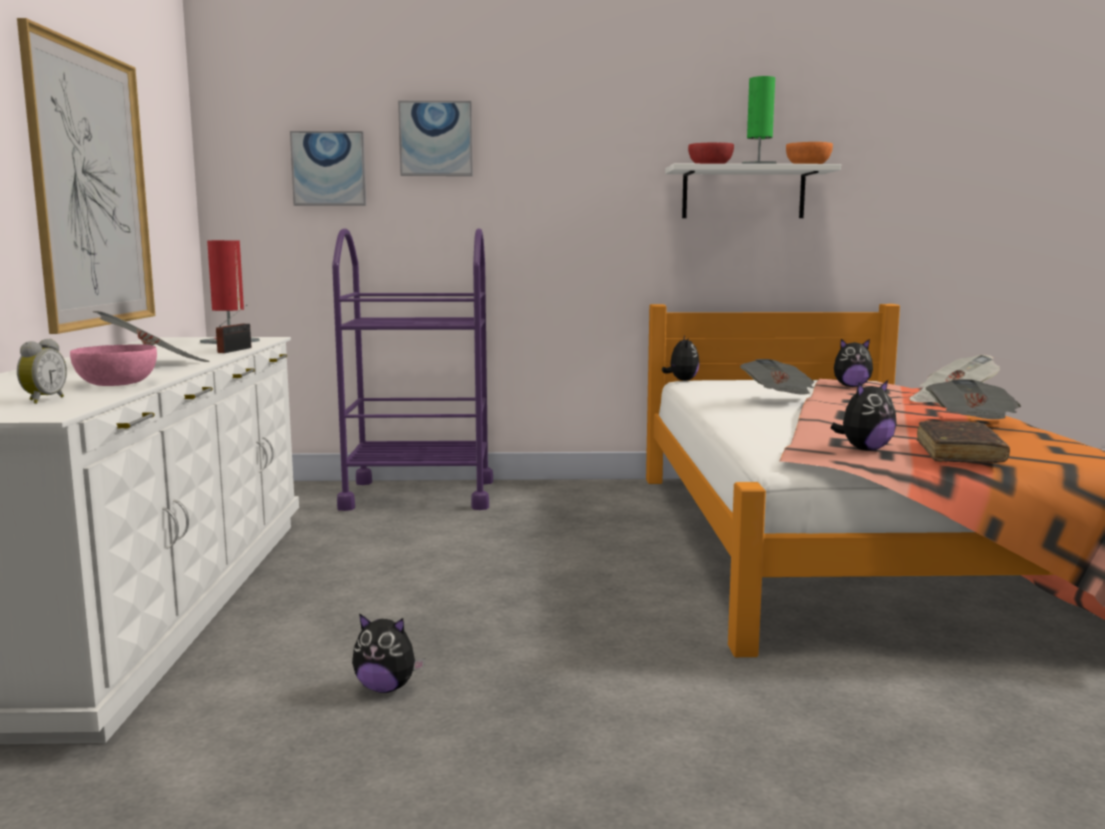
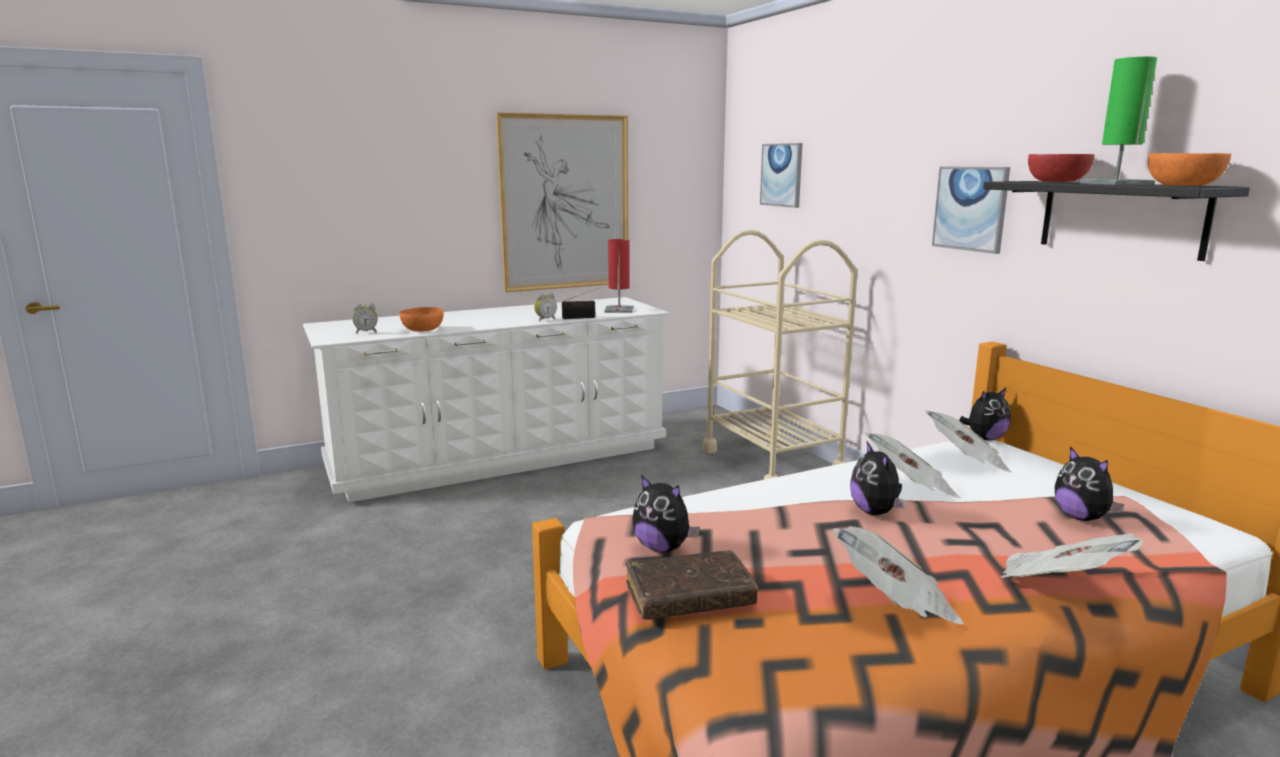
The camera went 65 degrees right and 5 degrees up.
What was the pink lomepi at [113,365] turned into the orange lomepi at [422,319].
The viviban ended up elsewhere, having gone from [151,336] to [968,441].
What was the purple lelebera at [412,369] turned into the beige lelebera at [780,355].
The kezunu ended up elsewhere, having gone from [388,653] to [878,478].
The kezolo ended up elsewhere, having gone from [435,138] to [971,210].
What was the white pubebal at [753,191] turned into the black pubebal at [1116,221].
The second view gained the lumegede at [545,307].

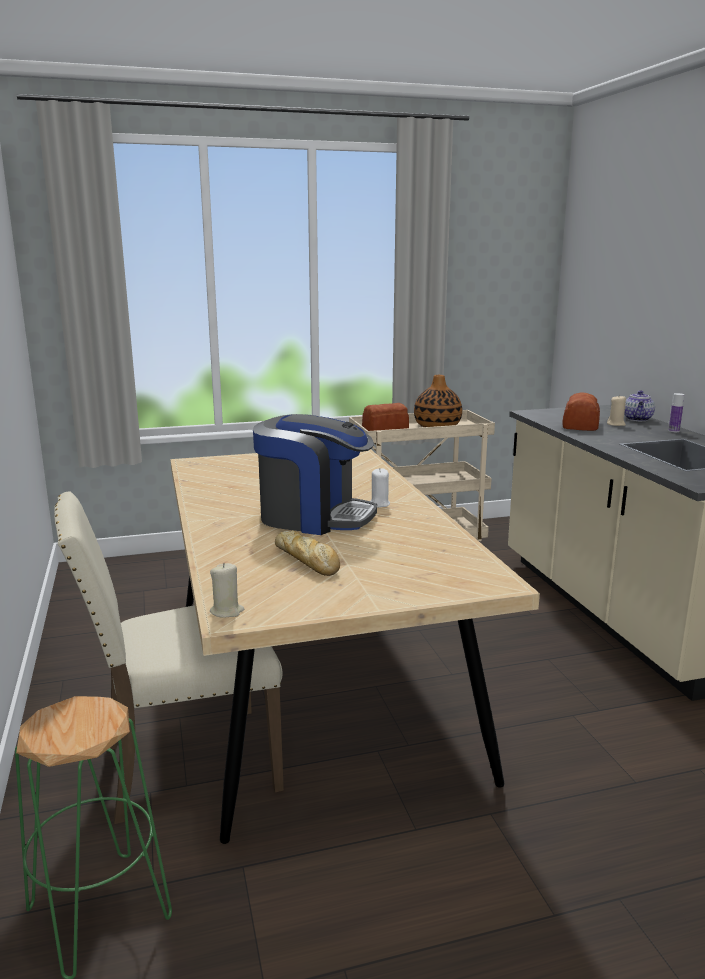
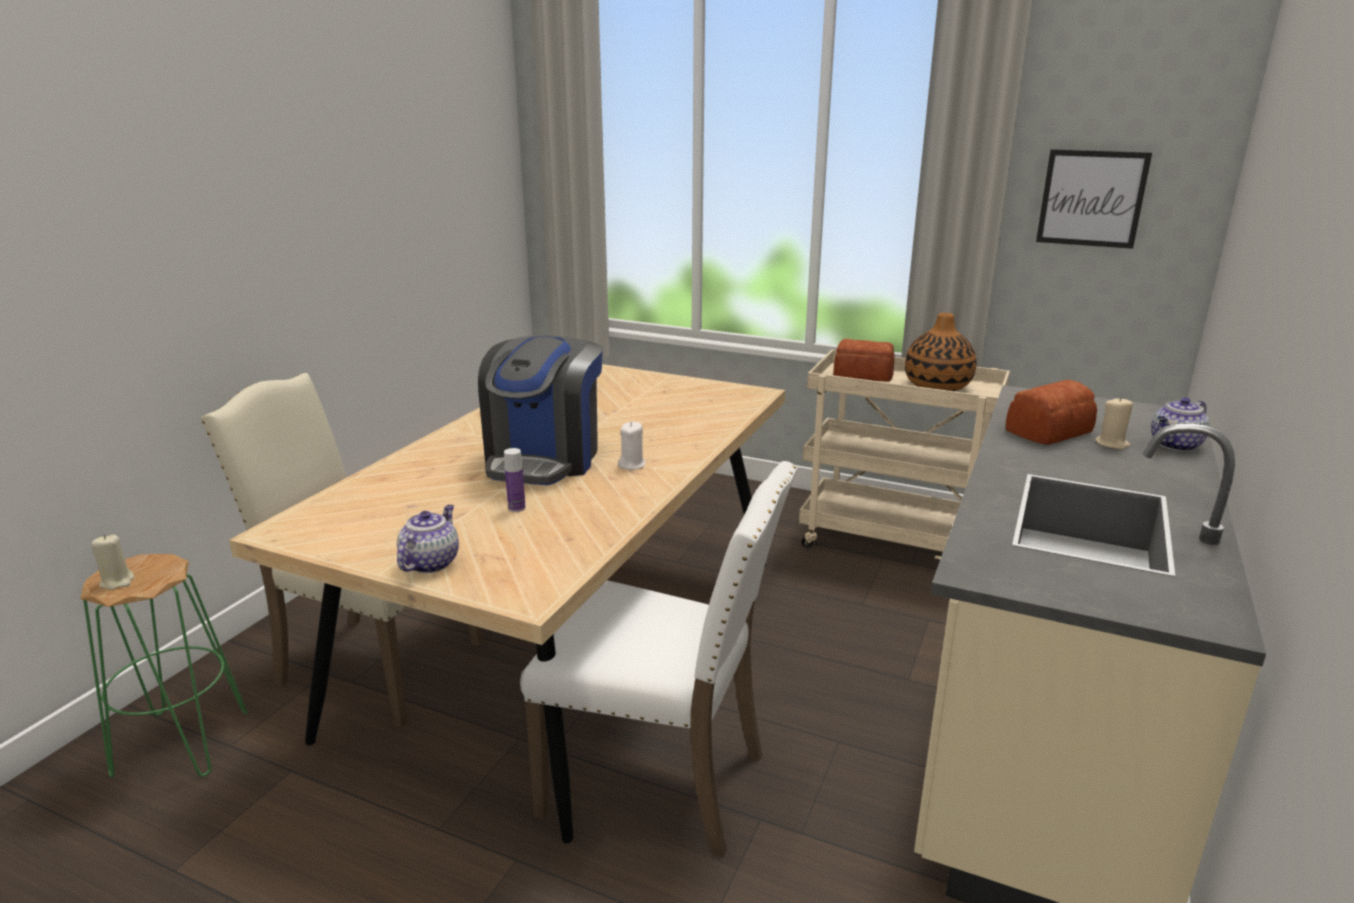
The camera went 40 degrees right and 5 degrees up.
The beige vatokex ended up elsewhere, having gone from [227,590] to [113,562].
The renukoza at [315,474] ended up facing another way, 45 degrees clockwise from before.
The second view lost the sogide at [307,553].
The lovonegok ended up elsewhere, having gone from [677,412] to [515,480].
The second view gained the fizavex at [428,539].
The second view gained the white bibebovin at [659,659].
The second view gained the kezolo at [1094,199].

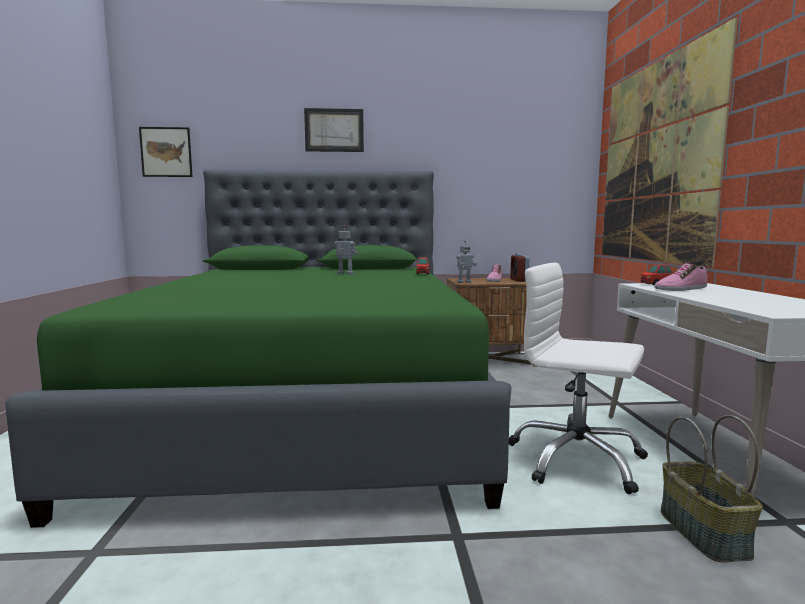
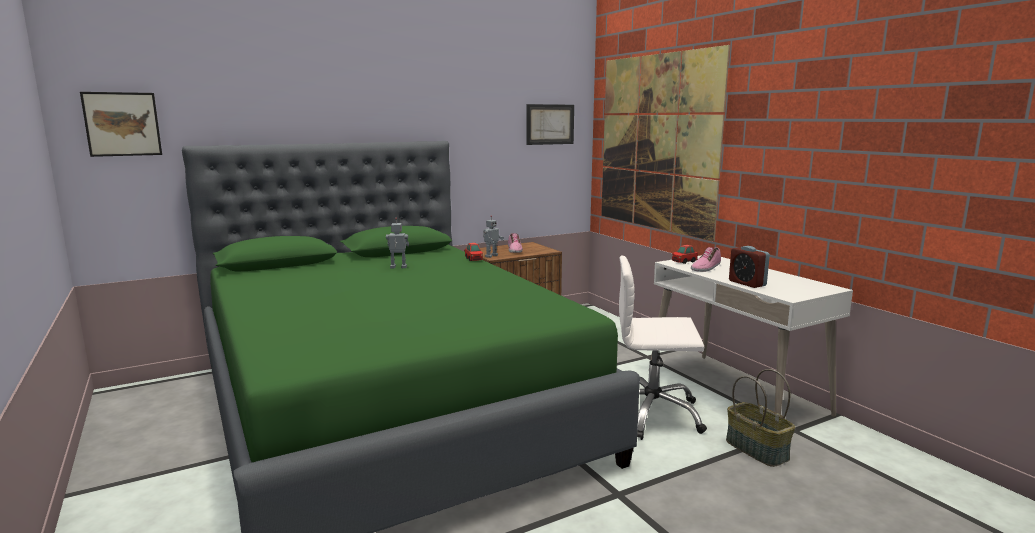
The camera went 25 degrees left and 5 degrees up.
The kezolo ended up elsewhere, having gone from [334,130] to [550,124].
The lumegede ended up elsewhere, having gone from [519,267] to [749,267].

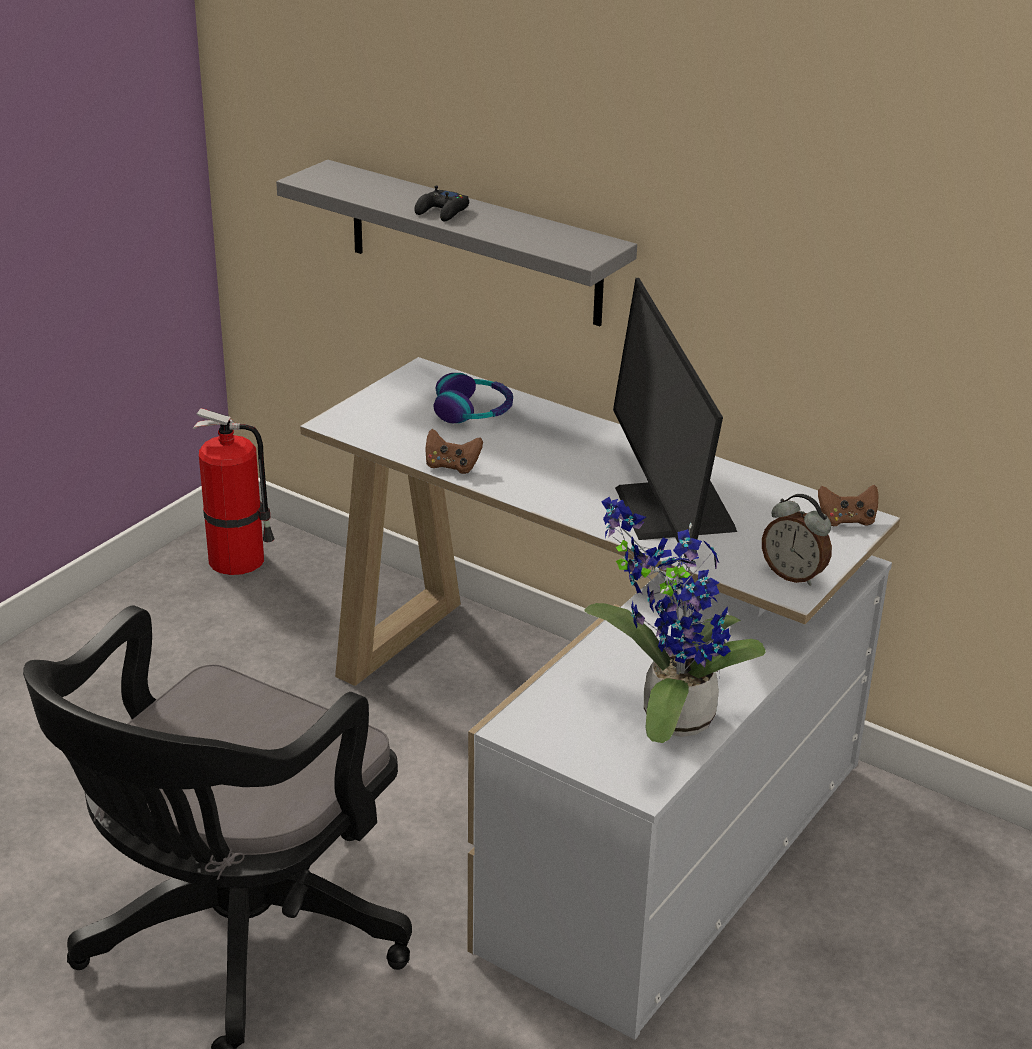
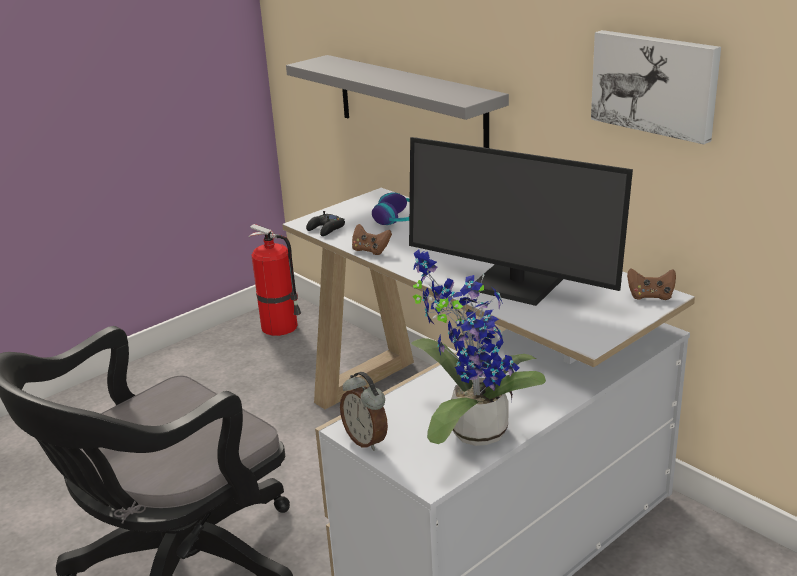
The camera went 15 degrees right and 5 degrees down.
The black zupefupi ended up elsewhere, having gone from [441,203] to [325,223].
The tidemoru at [675,419] ended up facing another way, 60 degrees counterclockwise from before.
The lumegede ended up elsewhere, having gone from [797,540] to [364,411].
The second view gained the kezolo at [656,87].

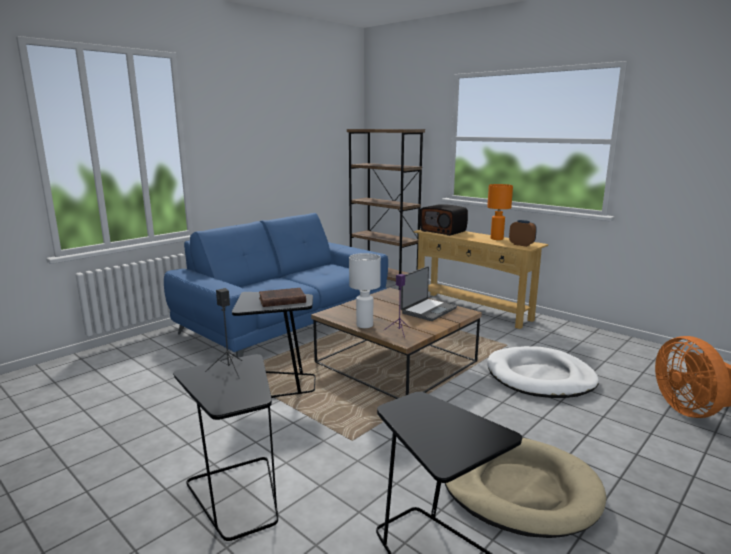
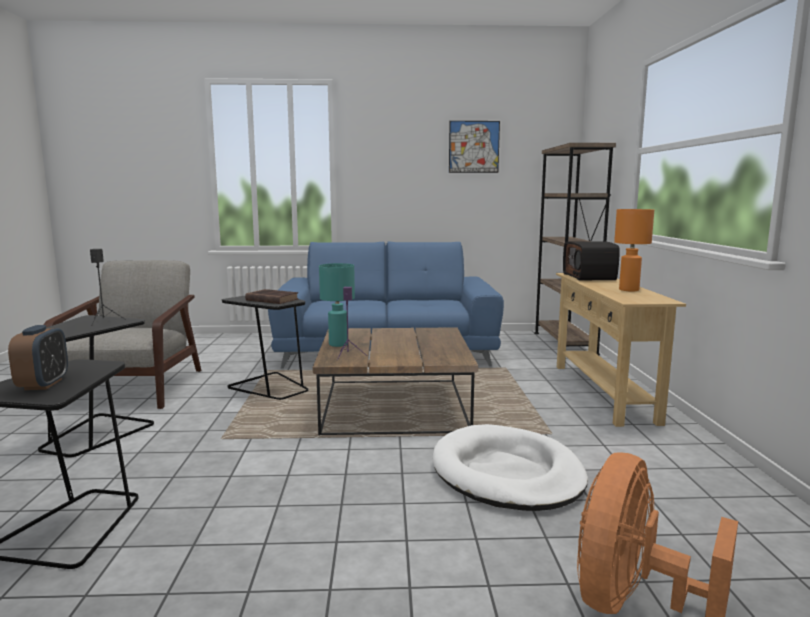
The camera went 45 degrees right and 5 degrees down.
What was the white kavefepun at [365,290] turned into the turquoise kavefepun at [337,305].
The second view lost the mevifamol at [429,293].
The second view lost the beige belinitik at [526,488].
The lumegede ended up elsewhere, having gone from [523,233] to [38,357].
The second view gained the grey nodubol at [122,334].
The second view gained the kezolo at [474,147].

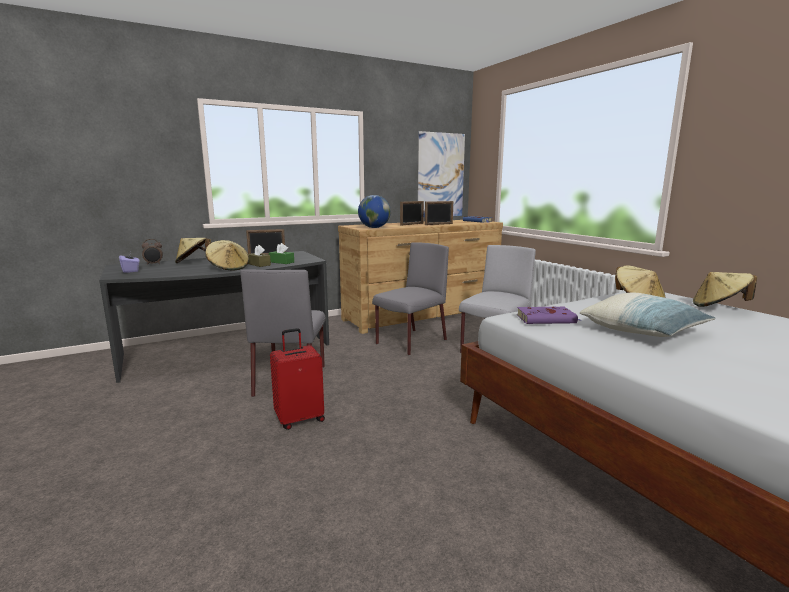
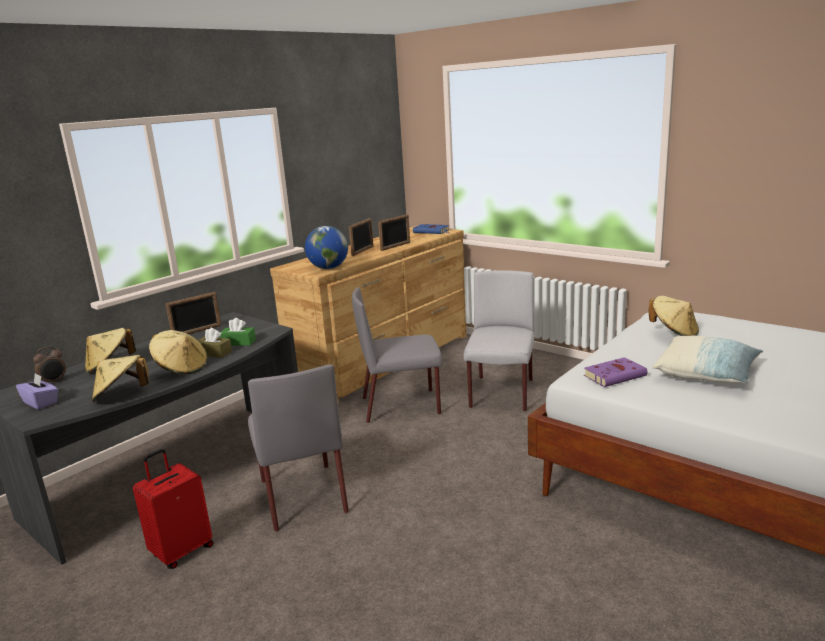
The camera went 20 degrees left and 5 degrees up.
The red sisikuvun ended up elsewhere, having gone from [297,379] to [173,509].
The grey bibebovin at [410,298] ended up facing another way, 120 degrees counterclockwise from before.
The second view lost the kezolo at [441,174].
The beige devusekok ended up elsewhere, having gone from [725,289] to [120,378].

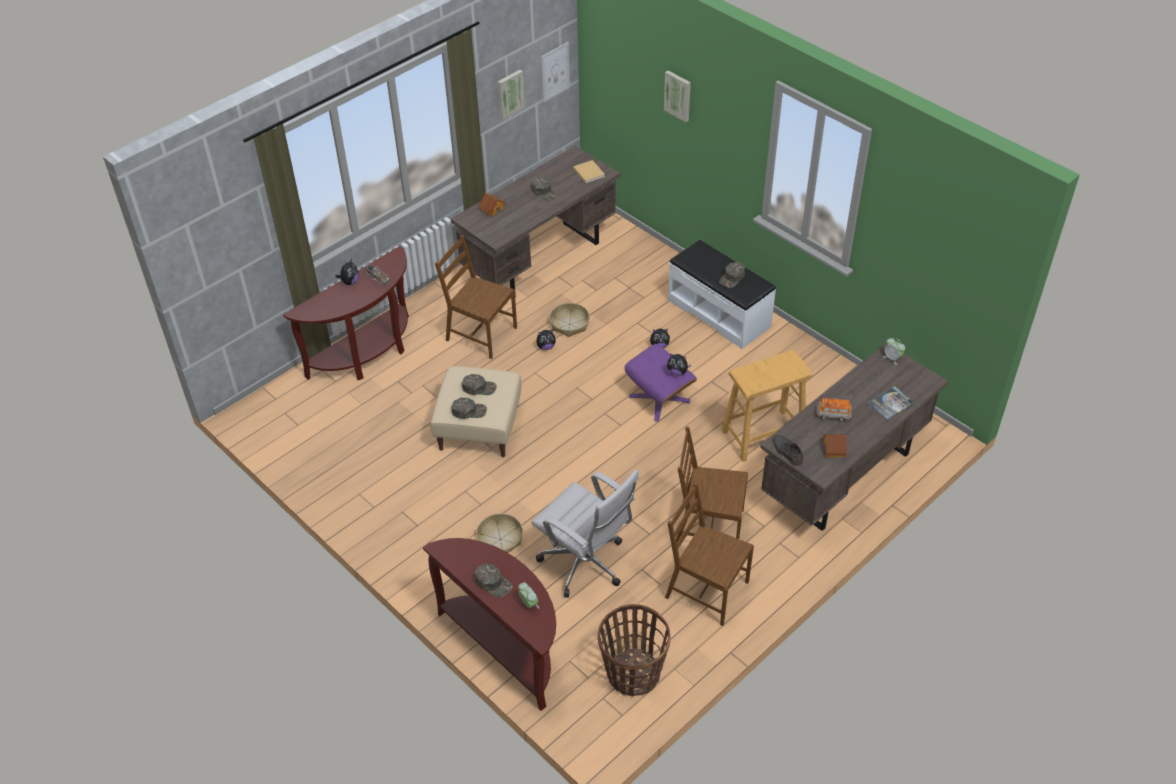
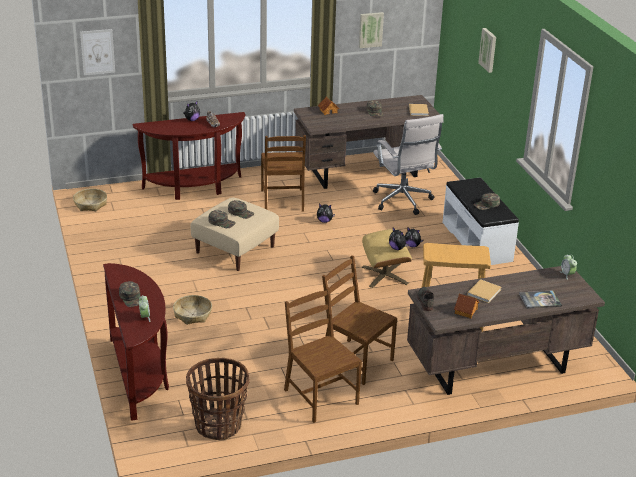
The camera went 25 degrees right and 15 degrees down.
The brown bibebovin at [476,297] ended up facing another way, 150 degrees counterclockwise from before.
The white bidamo ended up elsewhere, having gone from [585,533] to [408,164].
The kezolo ended up elsewhere, having gone from [555,72] to [97,52].
The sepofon ended up elsewhere, having gone from [570,320] to [90,199].
What was the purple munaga at [661,383] turned into the beige munaga at [387,258].
Where the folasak stood at [834,409], the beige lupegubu came to stand at [484,291].

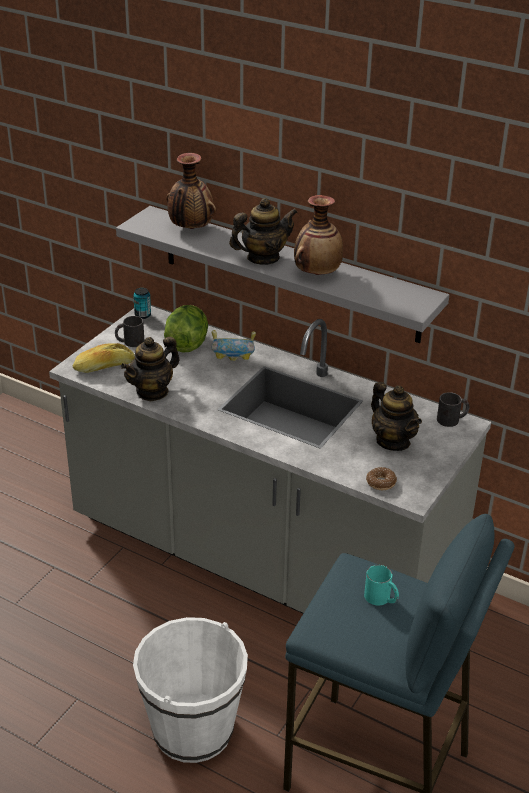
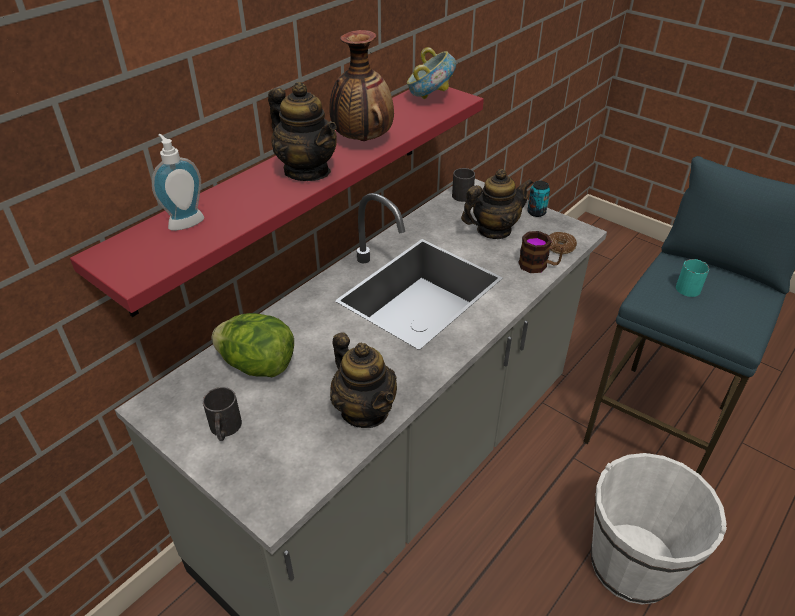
The camera went 80 degrees left and 5 degrees up.
The second view lost the sogide at [104,358].
What was the grey pubebal at [282,274] turned into the red pubebal at [277,202].
The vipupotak ended up elsewhere, having gone from [142,303] to [538,199].
Where the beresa stood at [191,191], the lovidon came to stand at [178,182].
The lomepi ended up elsewhere, having gone from [234,345] to [431,73].
The fizavex at [263,231] ended up facing another way, 150 degrees clockwise from before.
The second view gained the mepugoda at [541,252].

